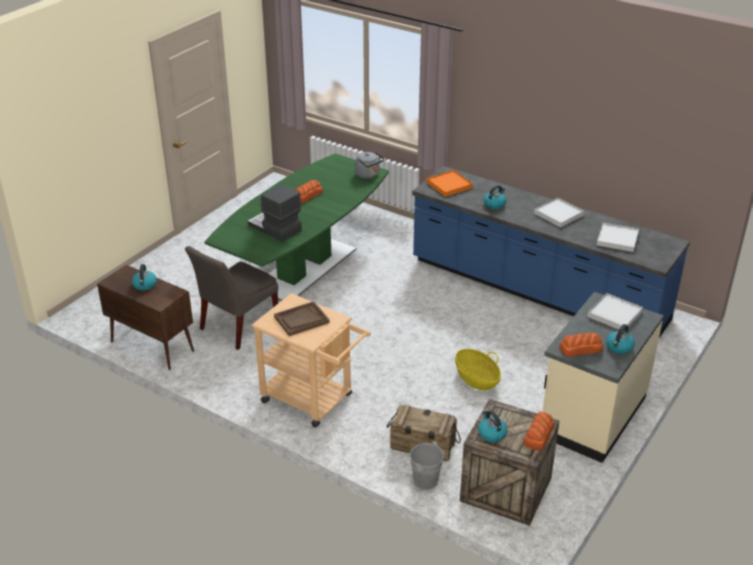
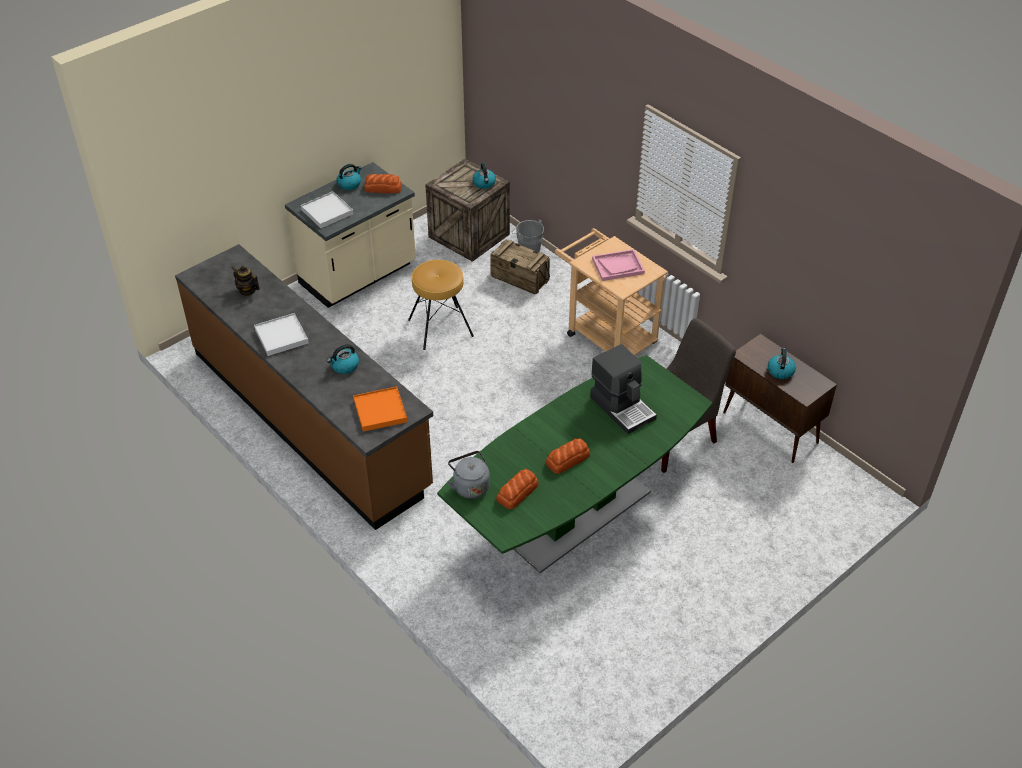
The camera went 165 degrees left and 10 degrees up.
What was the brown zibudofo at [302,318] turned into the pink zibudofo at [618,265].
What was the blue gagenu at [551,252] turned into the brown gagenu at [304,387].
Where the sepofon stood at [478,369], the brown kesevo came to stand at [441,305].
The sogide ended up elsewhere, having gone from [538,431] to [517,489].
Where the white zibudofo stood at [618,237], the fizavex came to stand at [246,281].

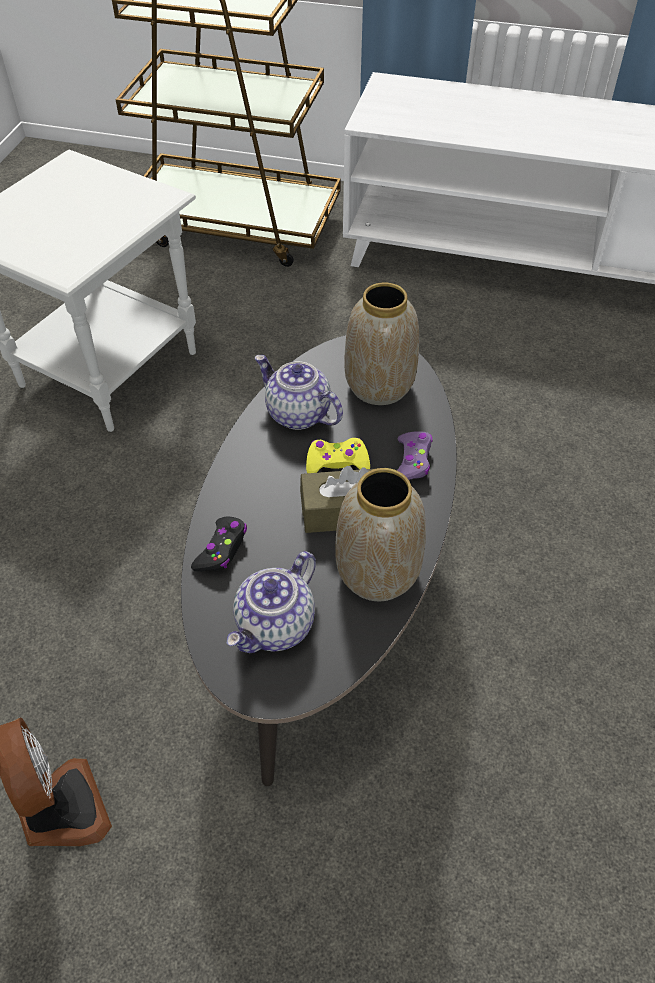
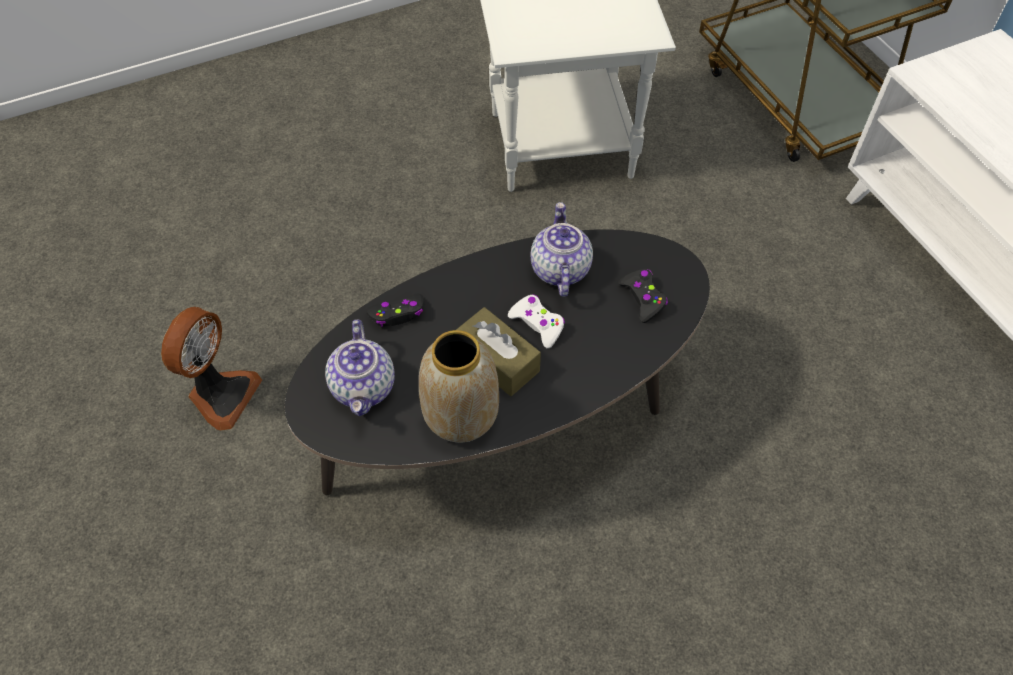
The camera went 50 degrees right and 5 degrees up.
The fizavex at [271,602] ended up facing another way, 90 degrees counterclockwise from before.
What was the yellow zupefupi at [338,455] turned into the white zupefupi at [536,321].
Where the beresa stood at [382,343], the black zupefupi came to stand at [643,296].
The second view lost the purple zupefupi at [415,455].

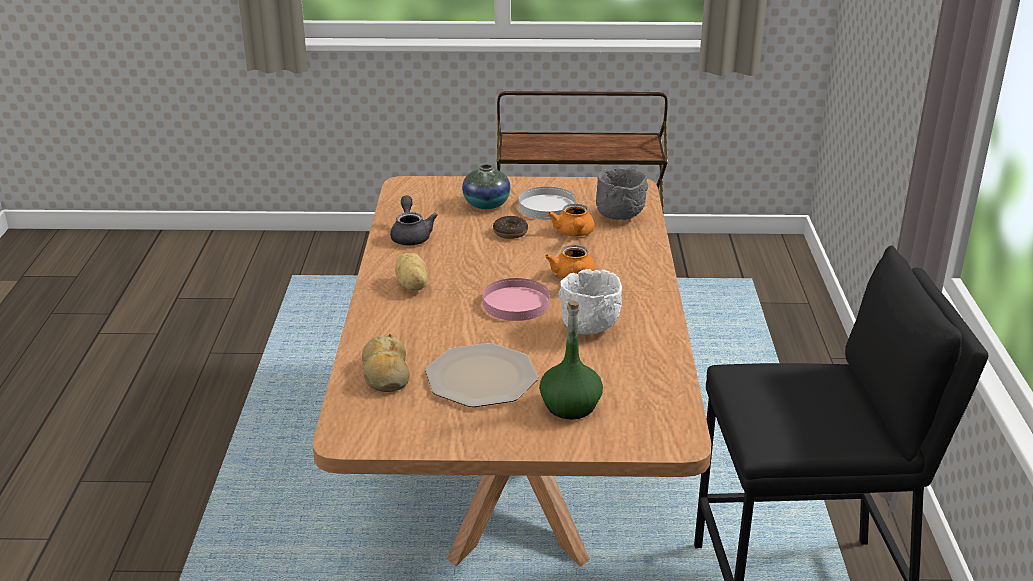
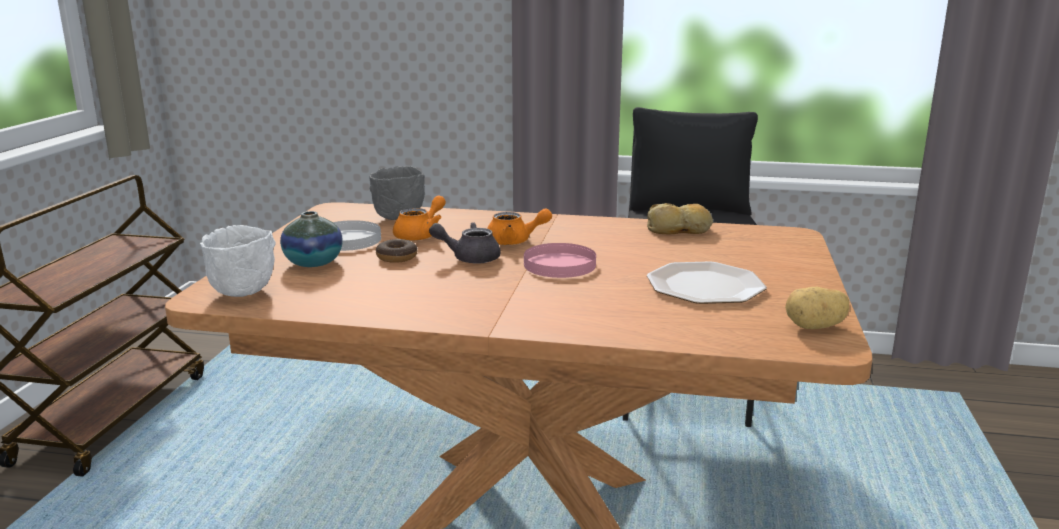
The camera went 80 degrees left and 10 degrees down.
The sogide ended up elsewhere, having gone from [386,363] to [680,219].
The grey fizavex ended up elsewhere, having gone from [414,220] to [465,243].
The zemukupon ended up elsewhere, having gone from [411,272] to [817,308].
The second view lost the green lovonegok at [571,360].
The orange fizavex at [571,220] ended up facing another way, 60 degrees counterclockwise from before.
The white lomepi ended up elsewhere, having gone from [590,301] to [238,261].

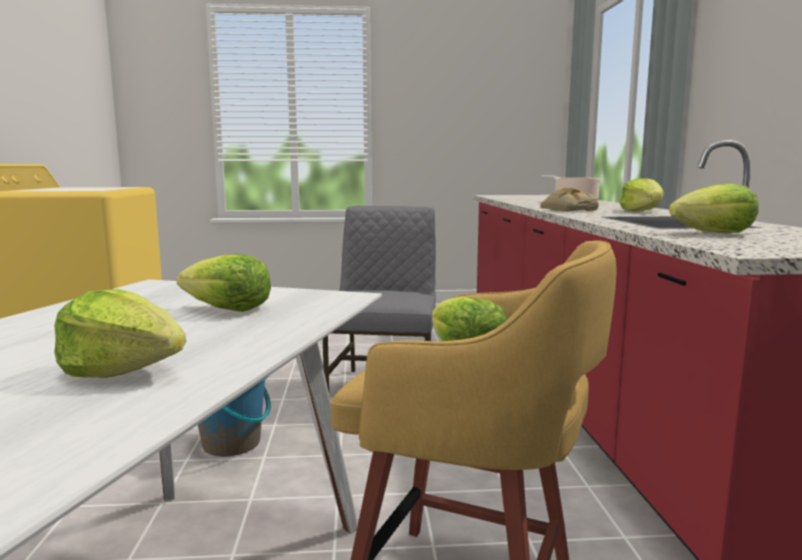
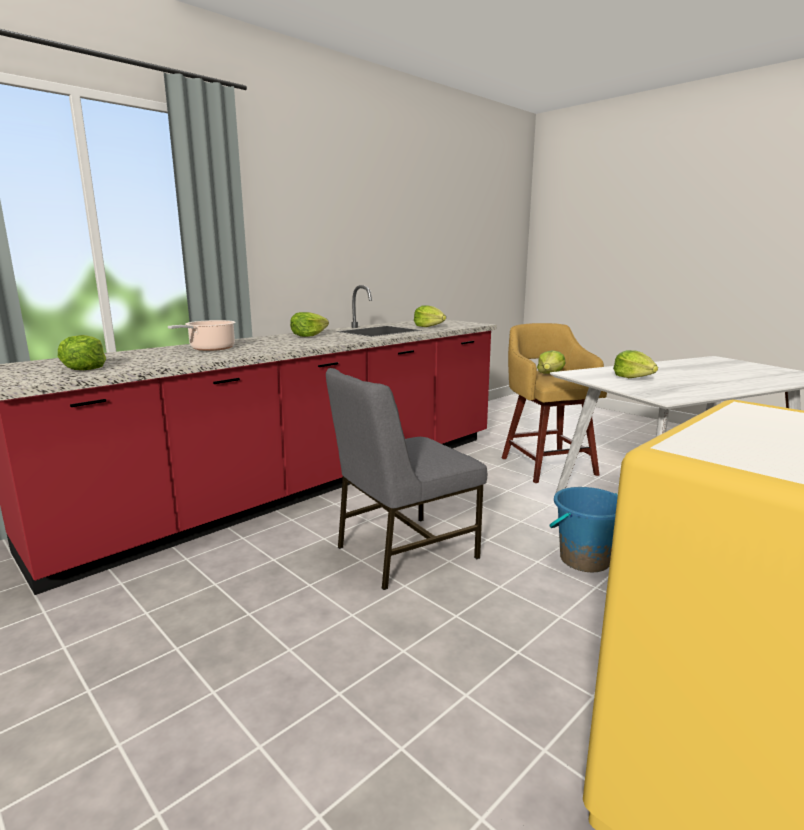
The camera went 130 degrees left and 5 degrees up.
The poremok ended up elsewhere, having gone from [120,333] to [82,352].
The second view lost the sogide at [569,200].

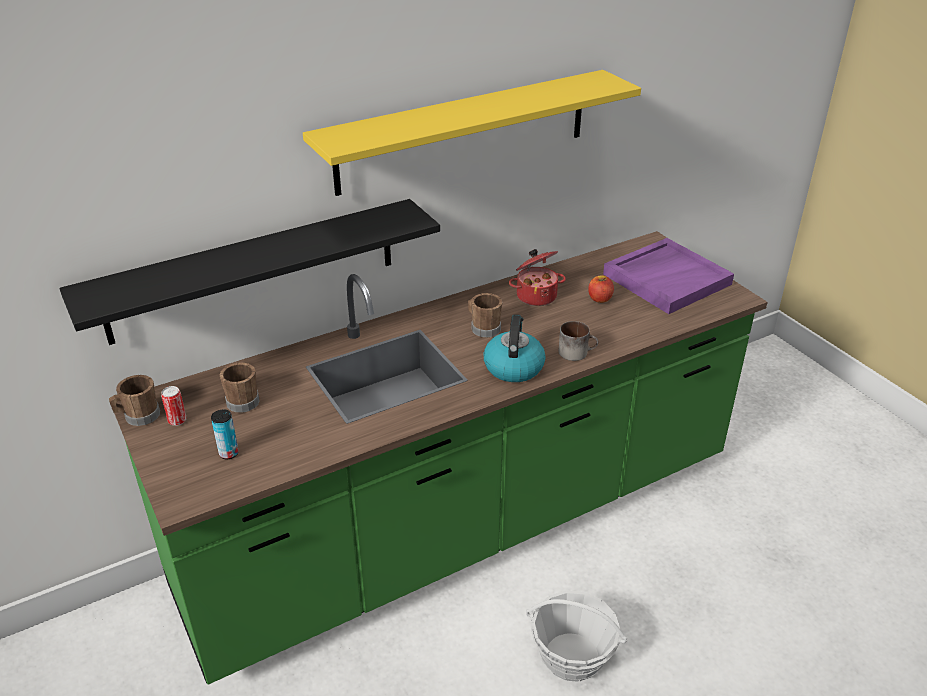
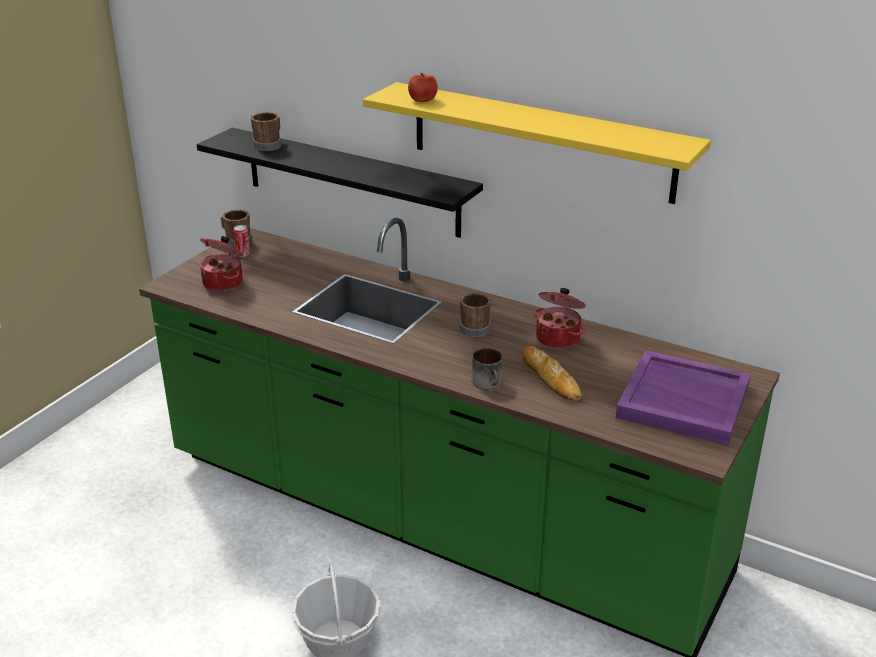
The camera went 60 degrees right and 5 degrees down.
Where the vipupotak stood at [225,434], the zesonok came to stand at [221,263].
The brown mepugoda ended up elsewhere, having gone from [240,388] to [266,131].
The second view lost the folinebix at [514,348].
The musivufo ended up elsewhere, having gone from [601,289] to [423,87].
The second view gained the sogide at [552,373].

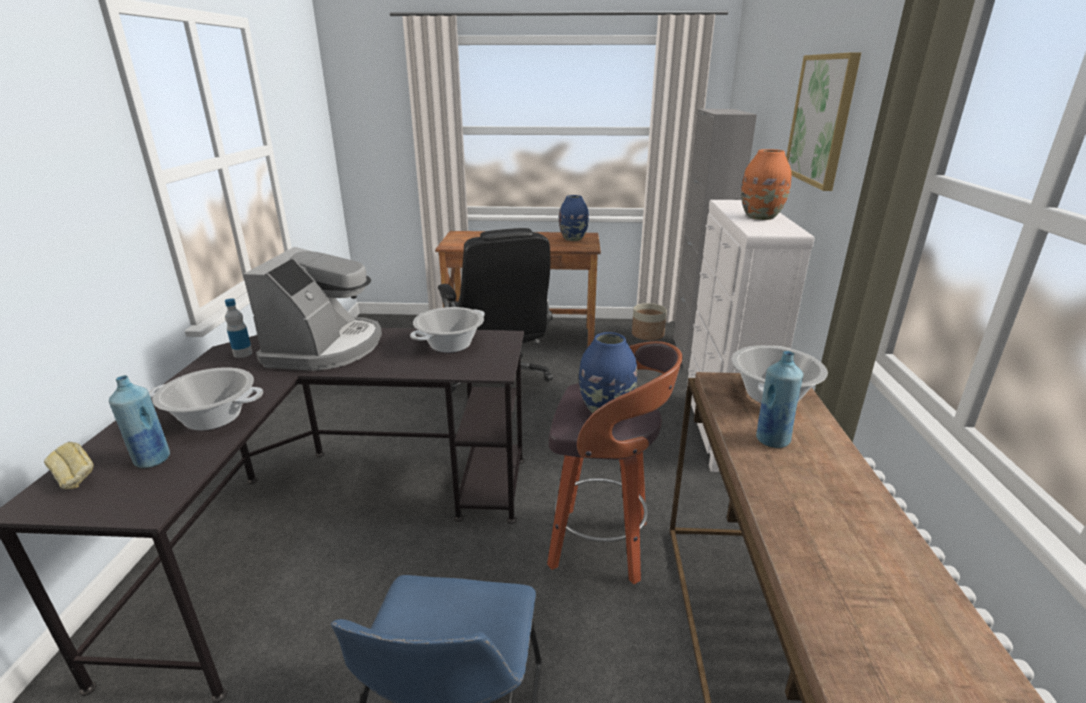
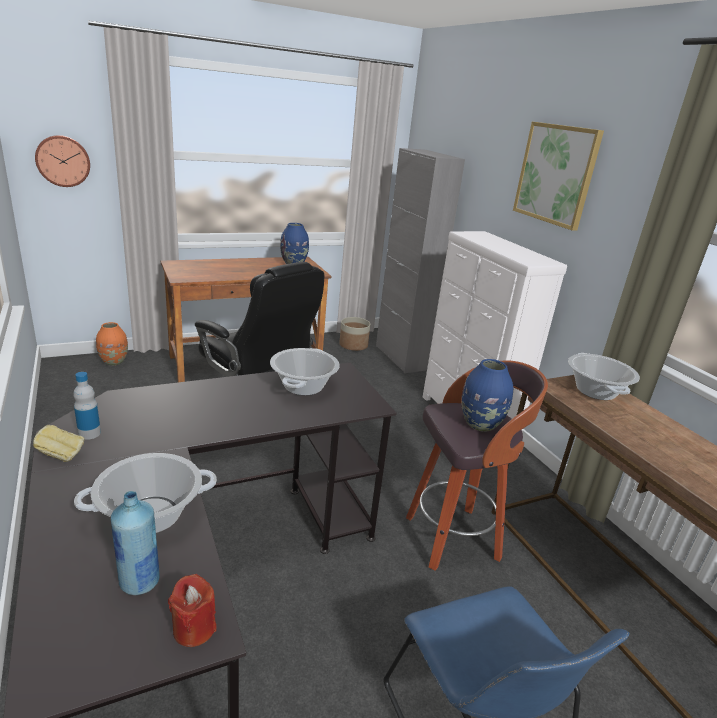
The camera went 30 degrees left and 0 degrees up.
The sogide ended up elsewhere, having gone from [69,465] to [58,443].
The second view lost the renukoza at [312,309].
The orange beresa ended up elsewhere, having gone from [766,184] to [112,344].
The second view lost the blue lovonegok at [780,399].
The second view gained the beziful at [62,161].
The second view gained the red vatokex at [192,610].

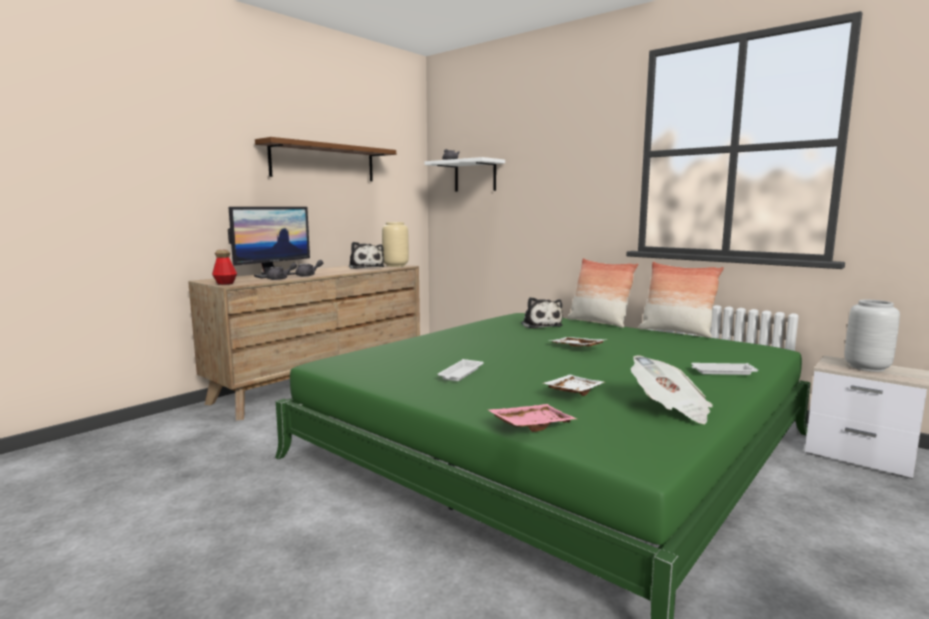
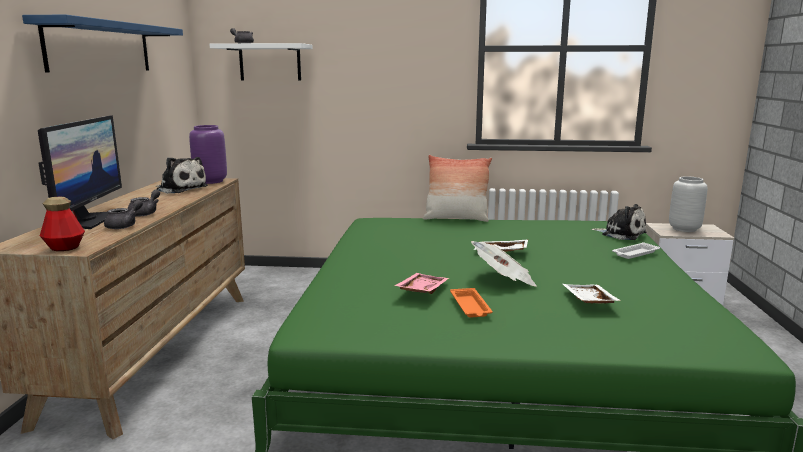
The camera went 35 degrees left and 5 degrees up.
What was the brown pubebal at [325,159] turned into the blue pubebal at [102,44].
What was the beige beresa at [395,244] turned into the purple beresa at [208,154].
What was the white zibudofo at [460,370] turned into the orange zibudofo at [471,303].
The pink zibudofo ended up elsewhere, having gone from [532,418] to [421,283].
The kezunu ended up elsewhere, having gone from [542,313] to [618,222].
The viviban ended up elsewhere, having gone from [672,389] to [504,264].
The second view lost the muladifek at [681,300].

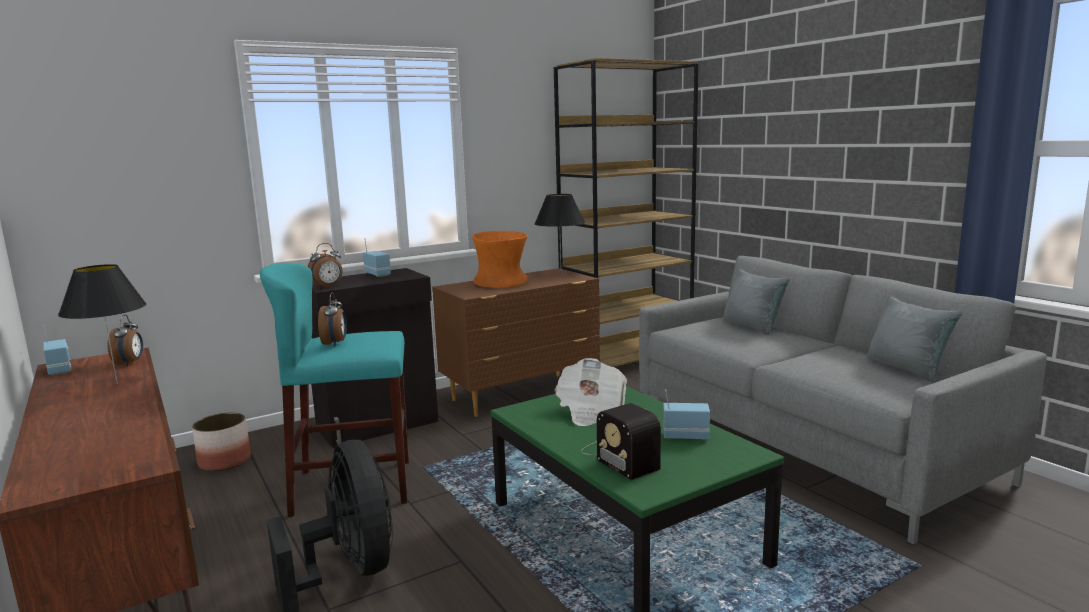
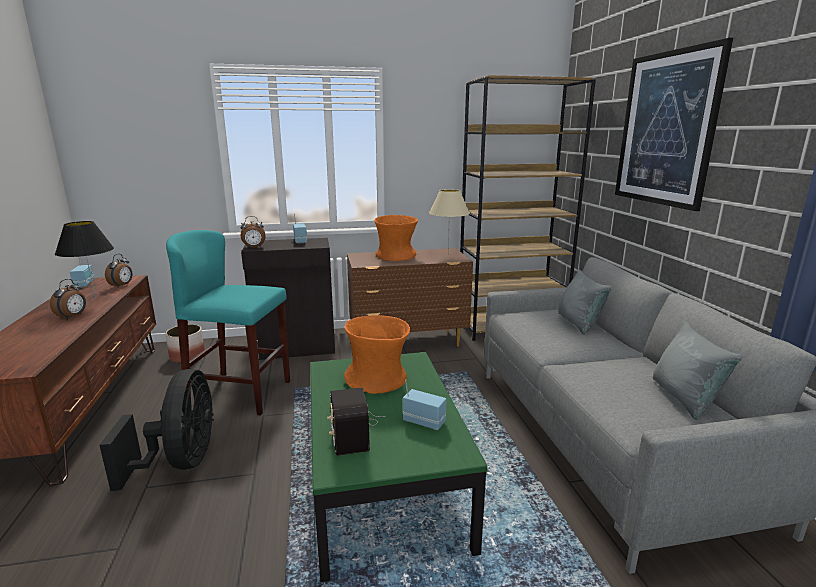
The camera went 20 degrees right and 5 degrees up.
The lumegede ended up elsewhere, having gone from [332,319] to [68,299].
What was the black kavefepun at [560,229] turned into the beige kavefepun at [449,221].
Where the viviban stood at [591,392], the orange beresa came to stand at [377,354].
The second view gained the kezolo at [674,124].

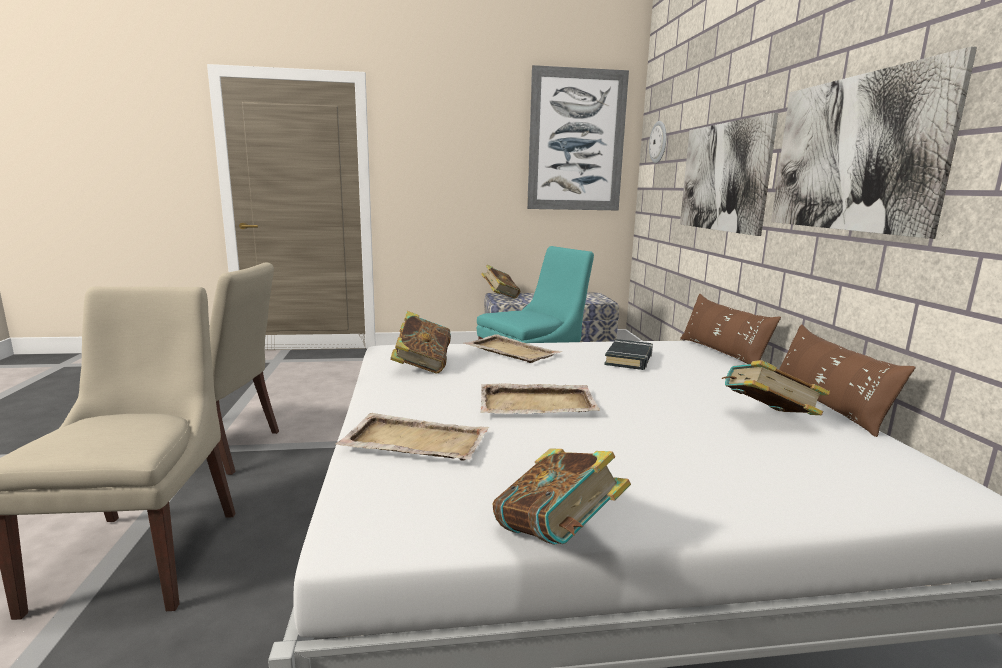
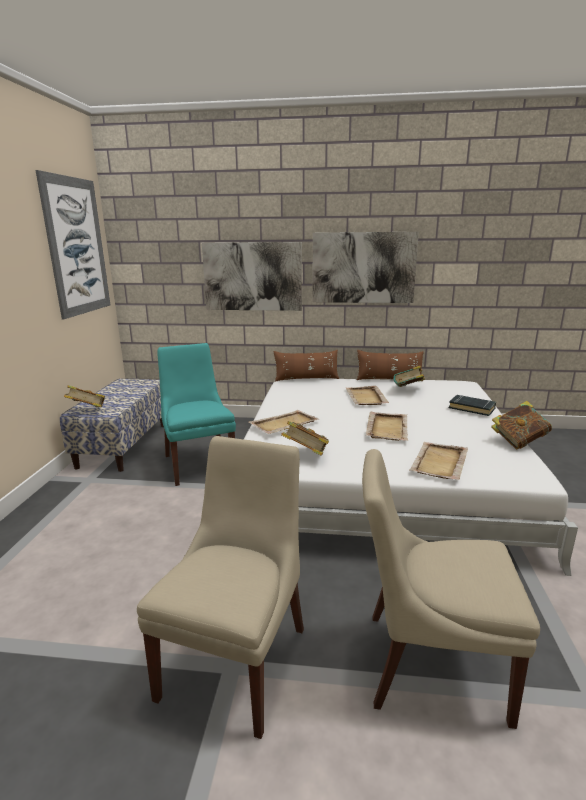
The camera went 75 degrees left and 5 degrees up.
The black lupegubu ended up elsewhere, having gone from [628,354] to [472,405].
The second view lost the beziful at [657,142].
The second view gained the beige zibudofo at [367,395].

